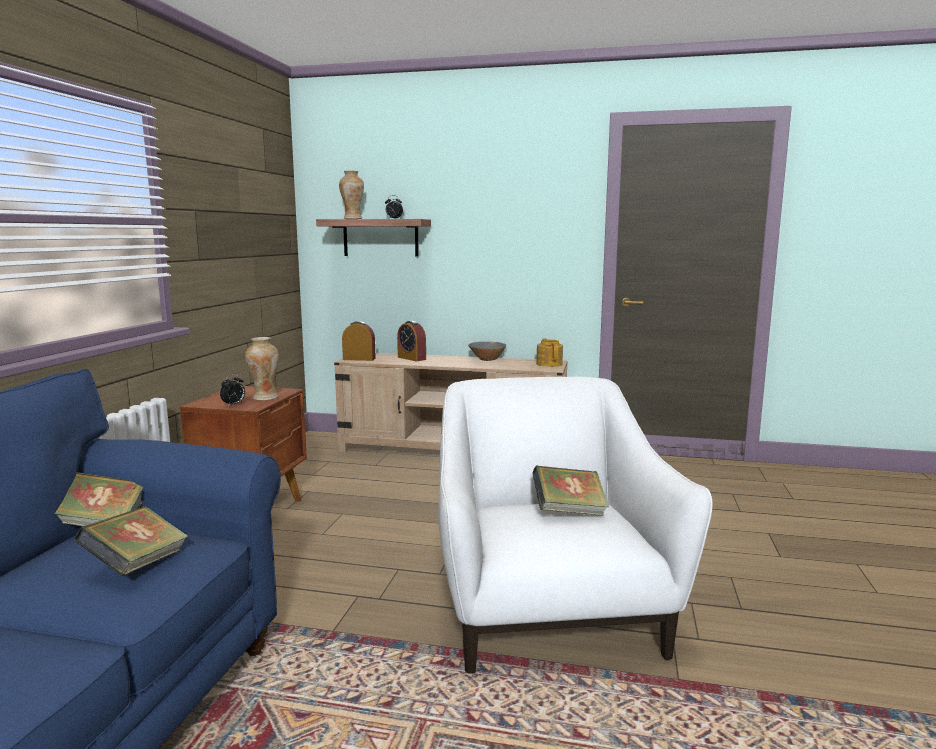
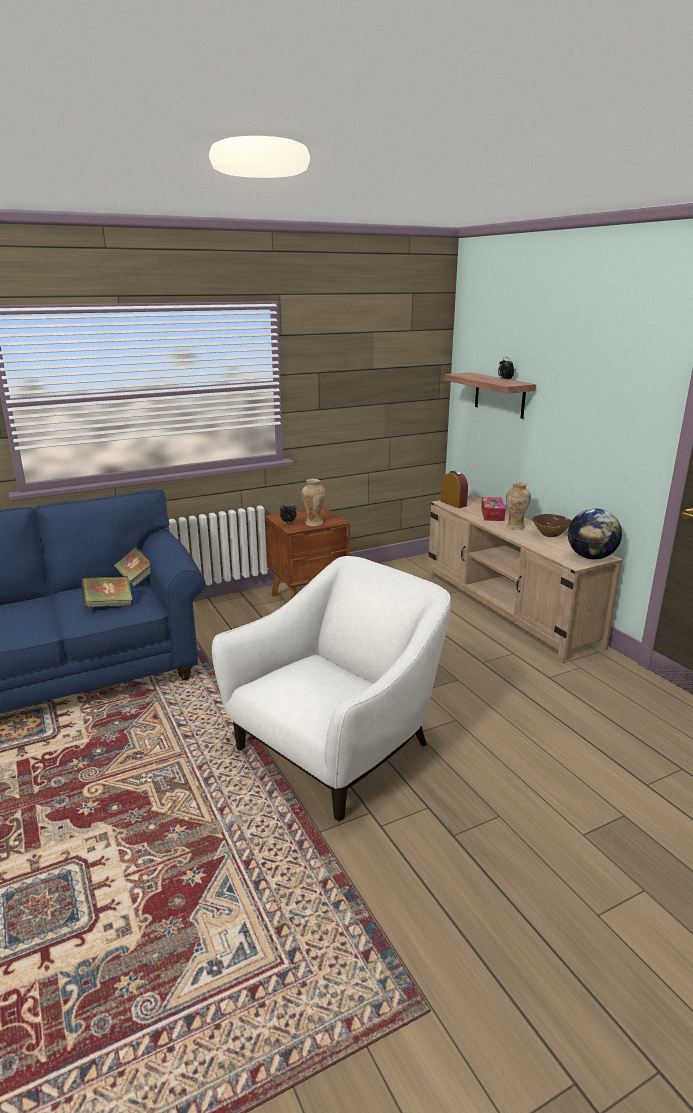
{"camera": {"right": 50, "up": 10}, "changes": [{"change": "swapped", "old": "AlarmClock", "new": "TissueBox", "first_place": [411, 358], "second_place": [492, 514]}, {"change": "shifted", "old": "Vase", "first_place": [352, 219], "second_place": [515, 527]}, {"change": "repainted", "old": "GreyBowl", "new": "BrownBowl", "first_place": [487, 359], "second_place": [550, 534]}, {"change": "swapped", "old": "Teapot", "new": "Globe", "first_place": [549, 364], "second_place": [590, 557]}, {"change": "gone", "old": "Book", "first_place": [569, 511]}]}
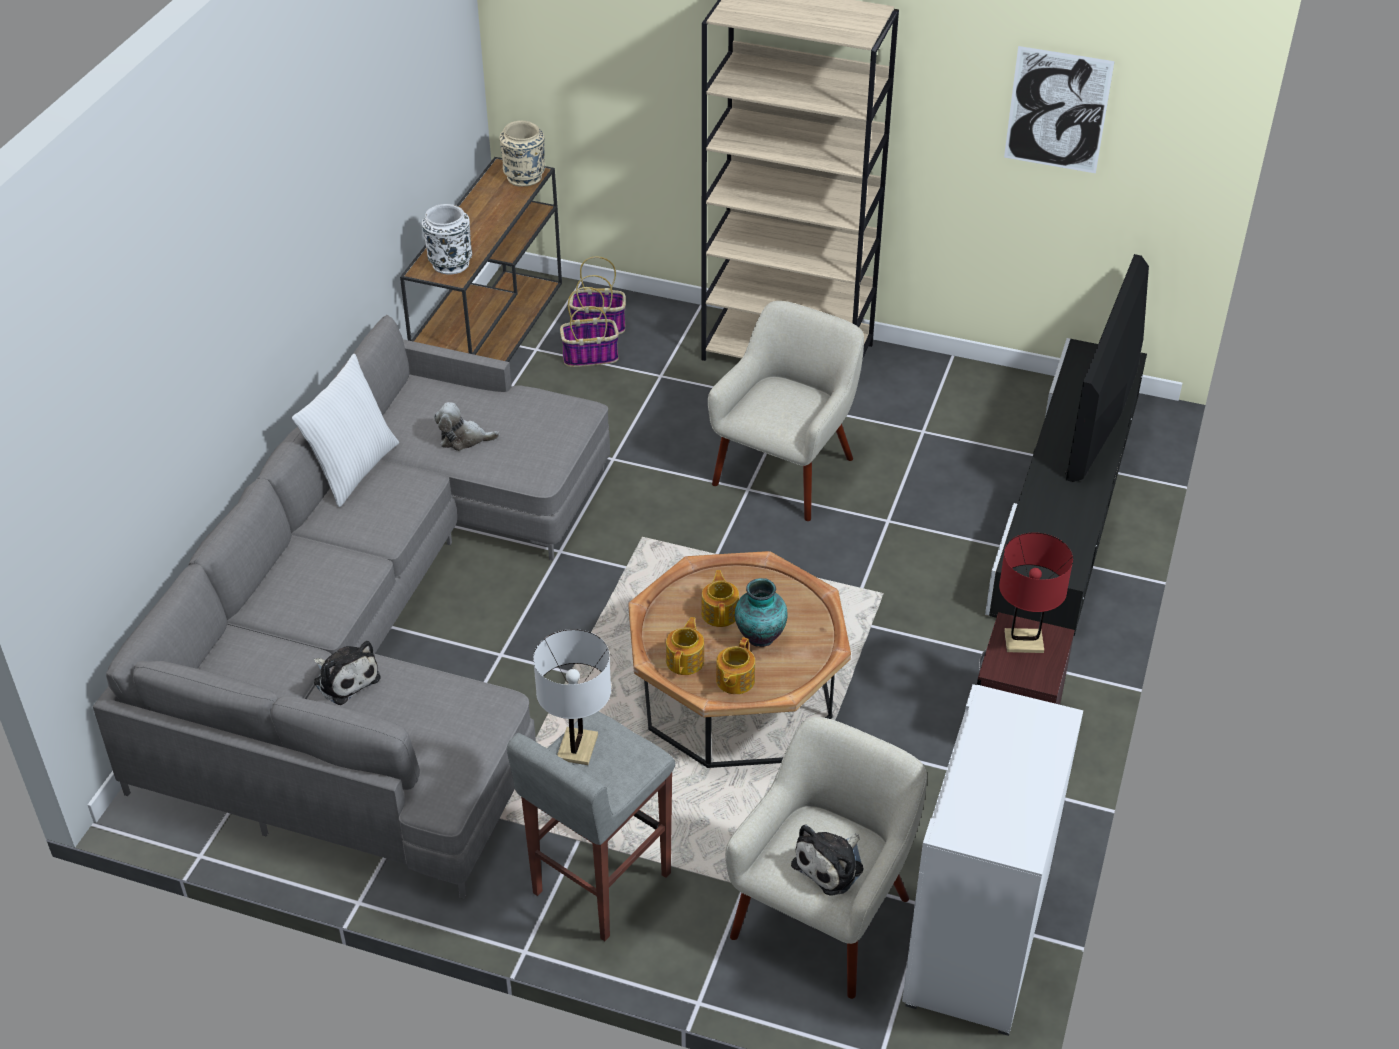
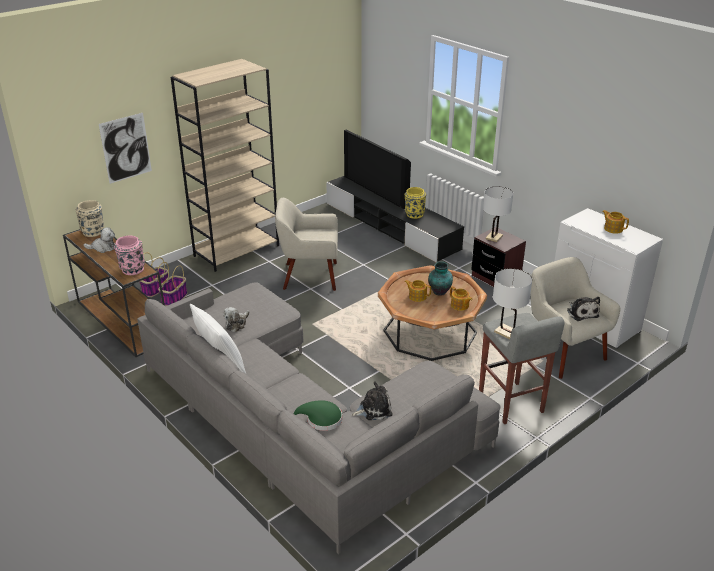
{"camera": {"right": -60, "up": -10}, "changes": [{"change": "new", "new": "PlushToy", "second_place": [103, 248]}, {"change": "shifted", "old": "Picture", "first_place": [1057, 110], "second_place": [126, 148]}, {"change": "repainted", "old": "WhiteVase", "new": "PinkVase", "first_place": [450, 263], "second_place": [132, 270]}, {"change": "rotated", "old": "BeigeArmchair", "first_place": [786, 470], "second_place": [309, 276], "degrees": -60}, {"change": "new", "new": "GreenHat", "second_place": [321, 420]}, {"change": "new", "new": "YellowVase", "second_place": [414, 214]}, {"change": "repainted", "old": "RedTableLamp", "new": "WhiteTableLamp", "first_place": [1024, 641], "second_place": [494, 237]}, {"change": "shifted", "old": "Teapot", "first_place": [686, 660], "second_place": [613, 229]}]}
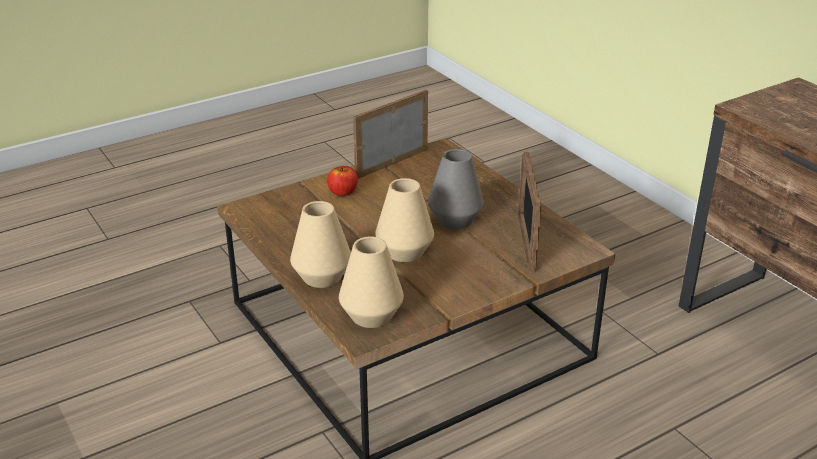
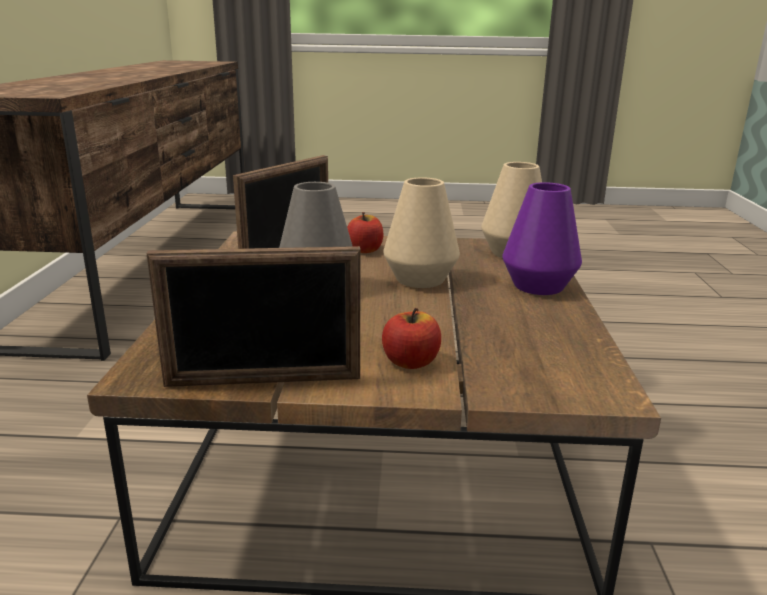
{"camera": {"right": -145, "up": -10}, "changes": [{"change": "new", "new": "Apple", "second_place": [365, 250]}, {"change": "repainted", "old": "BeigeVase", "new": "PurpleVase", "first_place": [321, 276], "second_place": [538, 286]}]}
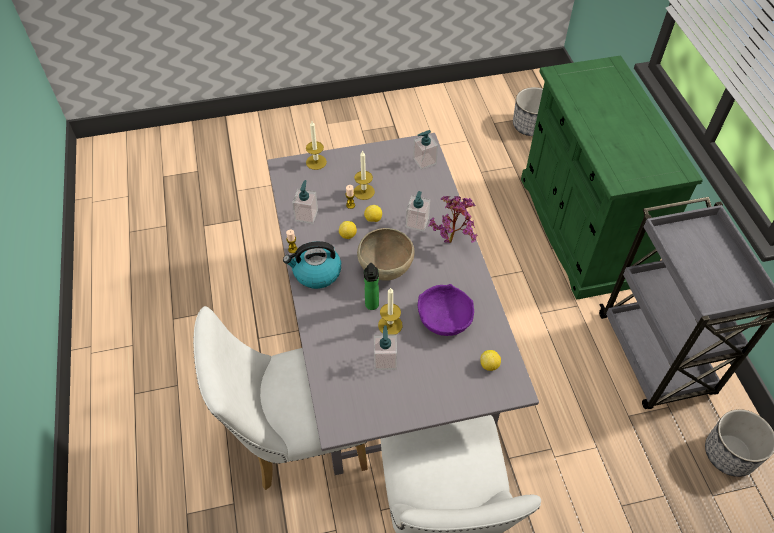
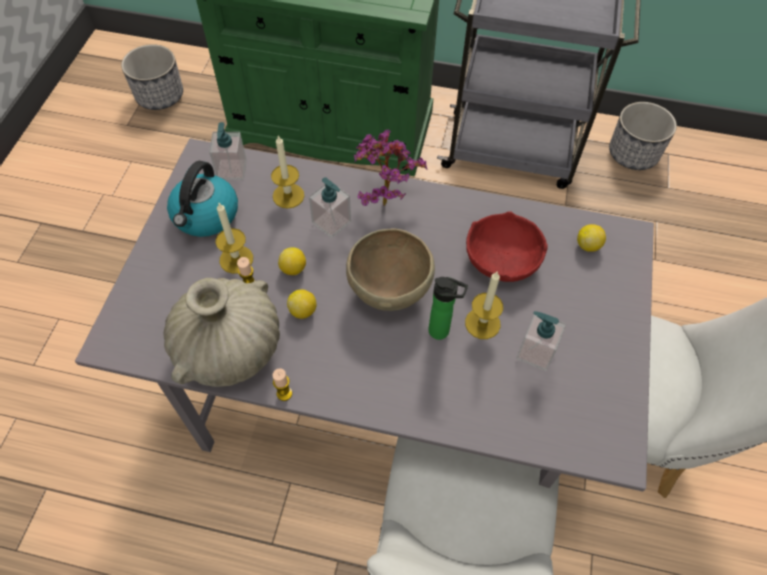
{"camera": {"right": -65, "up": 5}, "changes": [{"change": "swapped", "old": "SoapDispenser", "new": "BeigeVase", "first_place": [306, 215], "second_place": [230, 349]}, {"change": "shifted", "old": "Kettle", "first_place": [316, 273], "second_place": [206, 216]}, {"change": "shifted", "old": "Candle", "first_place": [316, 162], "second_place": [288, 195]}, {"change": "repainted", "old": "PurpleBowl", "new": "RedBowl", "first_place": [444, 320], "second_place": [502, 260]}]}
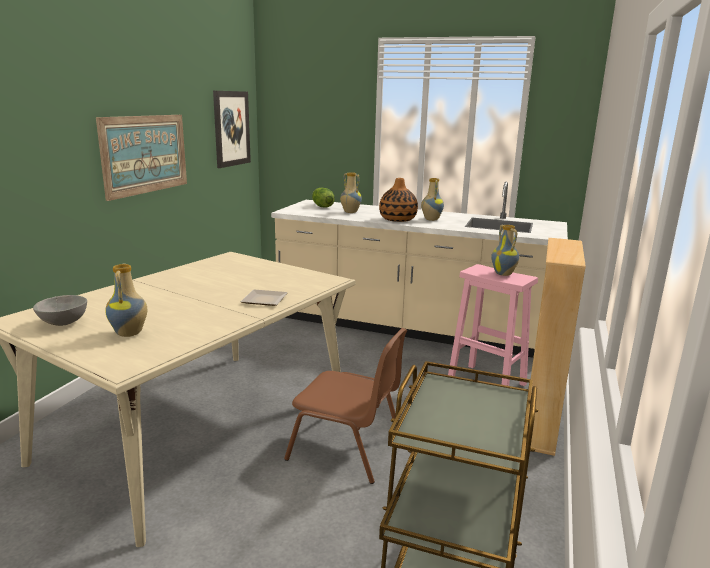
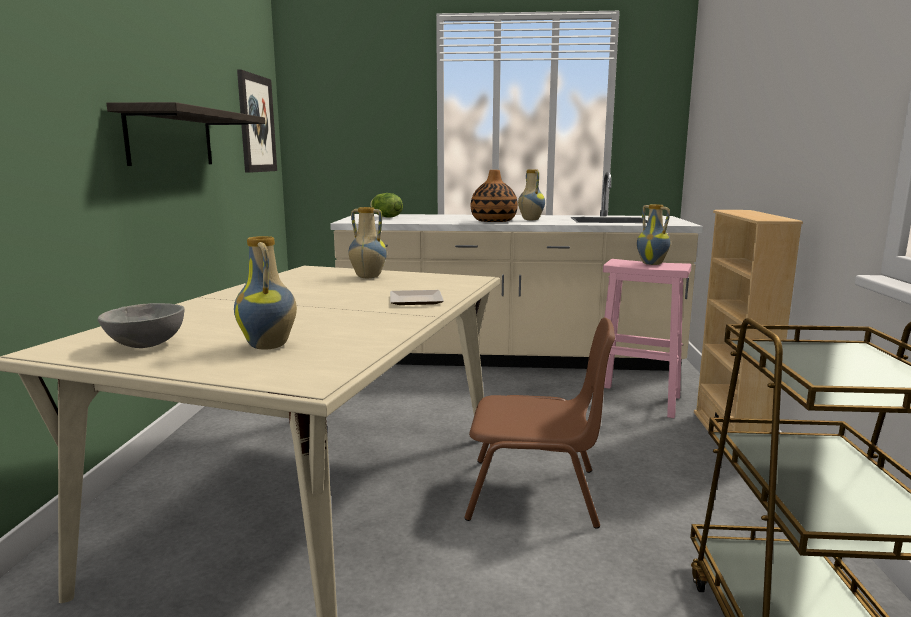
{"camera": {"right": -15, "up": -5}, "changes": [{"change": "swapped", "old": "Picture", "new": "Shelf", "first_place": [145, 154], "second_place": [171, 138]}, {"change": "shifted", "old": "Vase", "first_place": [350, 212], "second_place": [367, 277]}]}
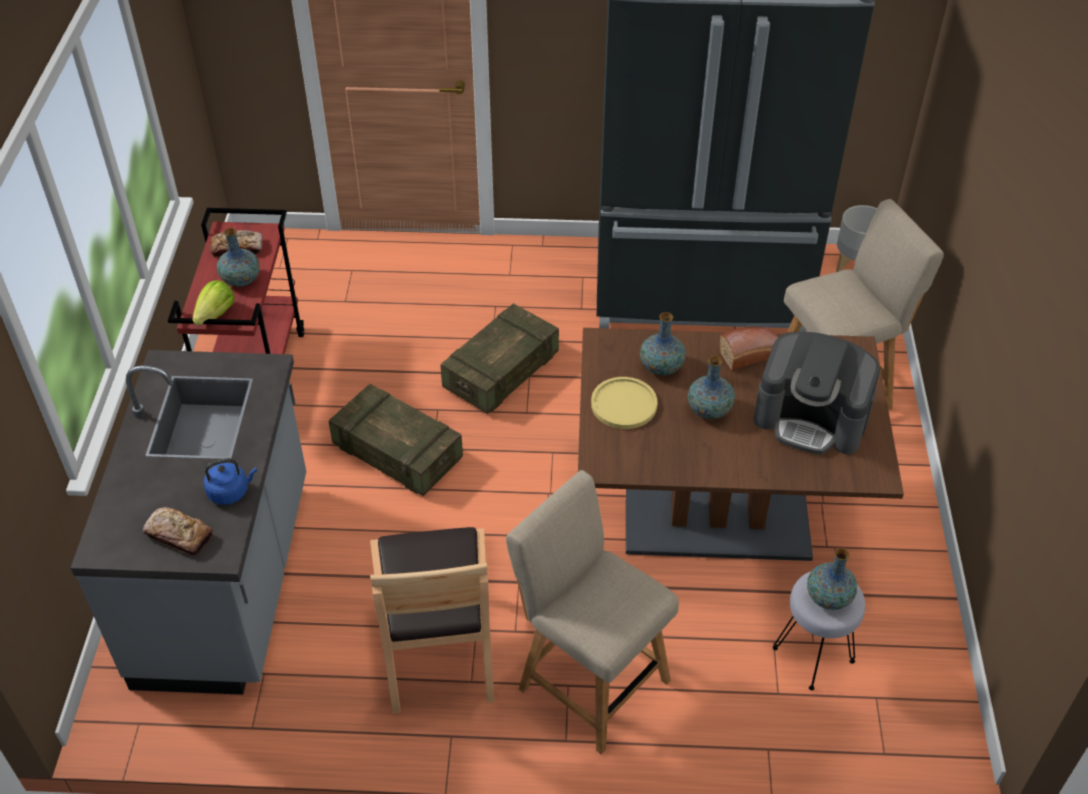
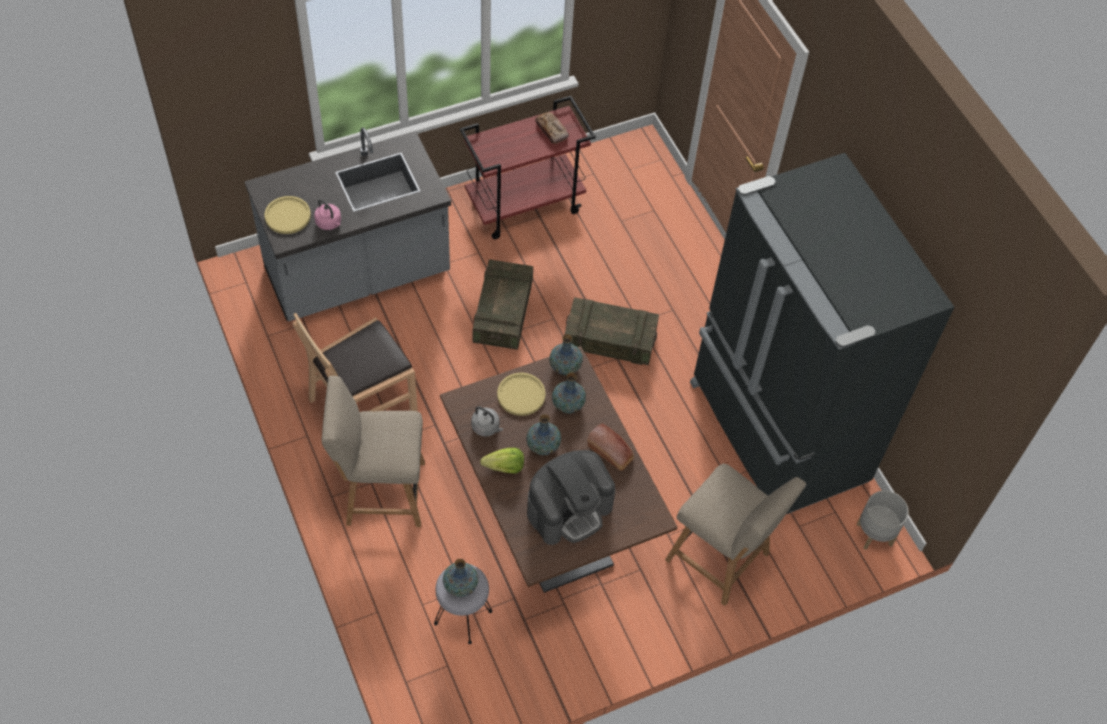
{"camera": {"right": 60, "up": 10}, "changes": [{"change": "swapped", "old": "Bread", "new": "YellowPlate", "first_place": [179, 535], "second_place": [287, 216]}, {"change": "repainted", "old": "BlueKettle", "new": "PinkKettle", "first_place": [230, 492], "second_place": [329, 223]}, {"change": "rotated", "old": "BeigeChair", "first_place": [588, 680], "second_place": [380, 492], "degrees": -105}, {"change": "new", "new": "GreyKettle", "second_place": [486, 427]}, {"change": "shifted", "old": "Lettuce", "first_place": [216, 314], "second_place": [505, 467]}, {"change": "rotated", "old": "CoffeeMachine", "first_place": [811, 418], "second_place": [569, 509], "degrees": -120}, {"change": "shifted", "old": "Vase", "first_place": [241, 280], "second_place": [565, 366]}]}
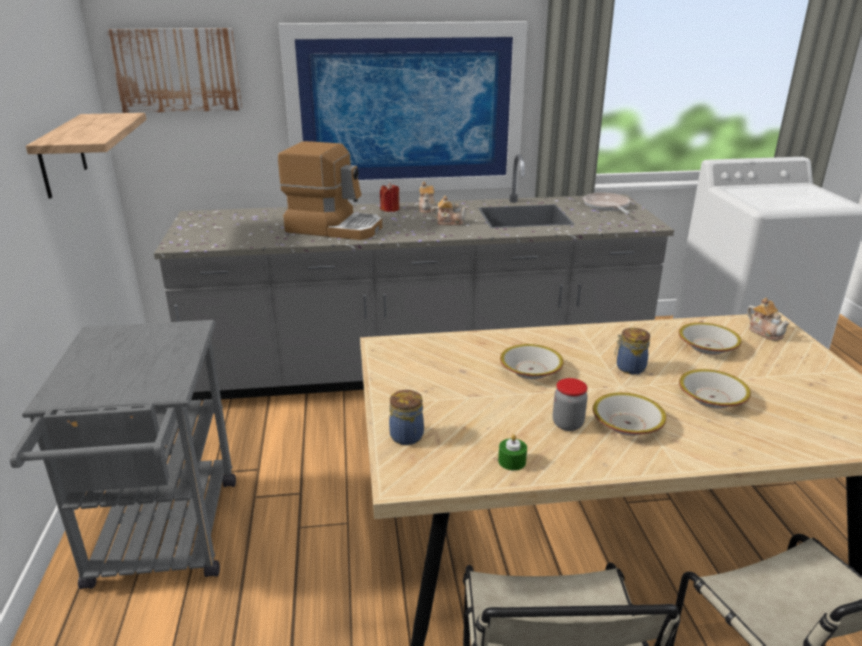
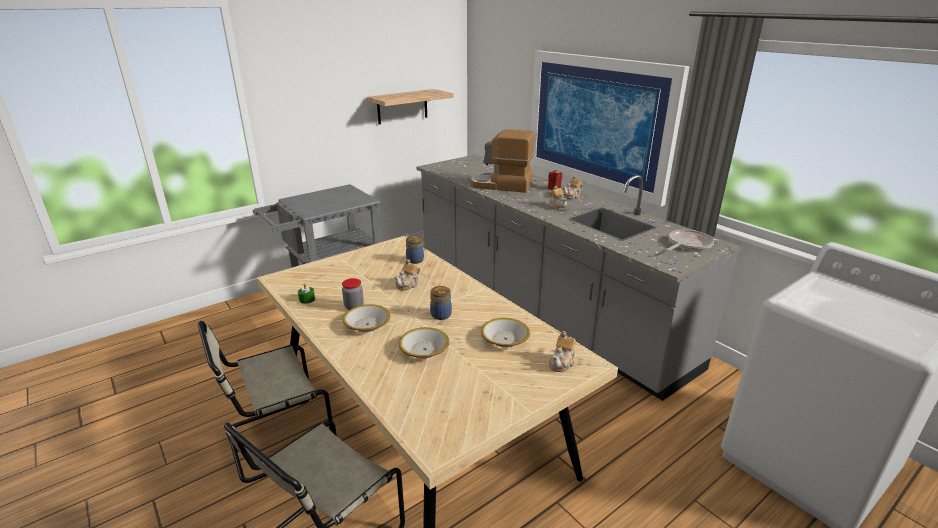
{"camera": {"right": 60, "up": 0}, "changes": [{"change": "swapped", "old": "Bowl", "new": "Teapot", "first_place": [531, 370], "second_place": [408, 285]}, {"change": "shifted", "old": "Jar", "first_place": [407, 435], "second_place": [416, 260]}, {"change": "rotated", "old": "CoffeeMachine", "first_place": [334, 227], "second_place": [501, 185], "degrees": 120}, {"change": "gone", "old": "Picture", "first_place": [177, 70]}]}
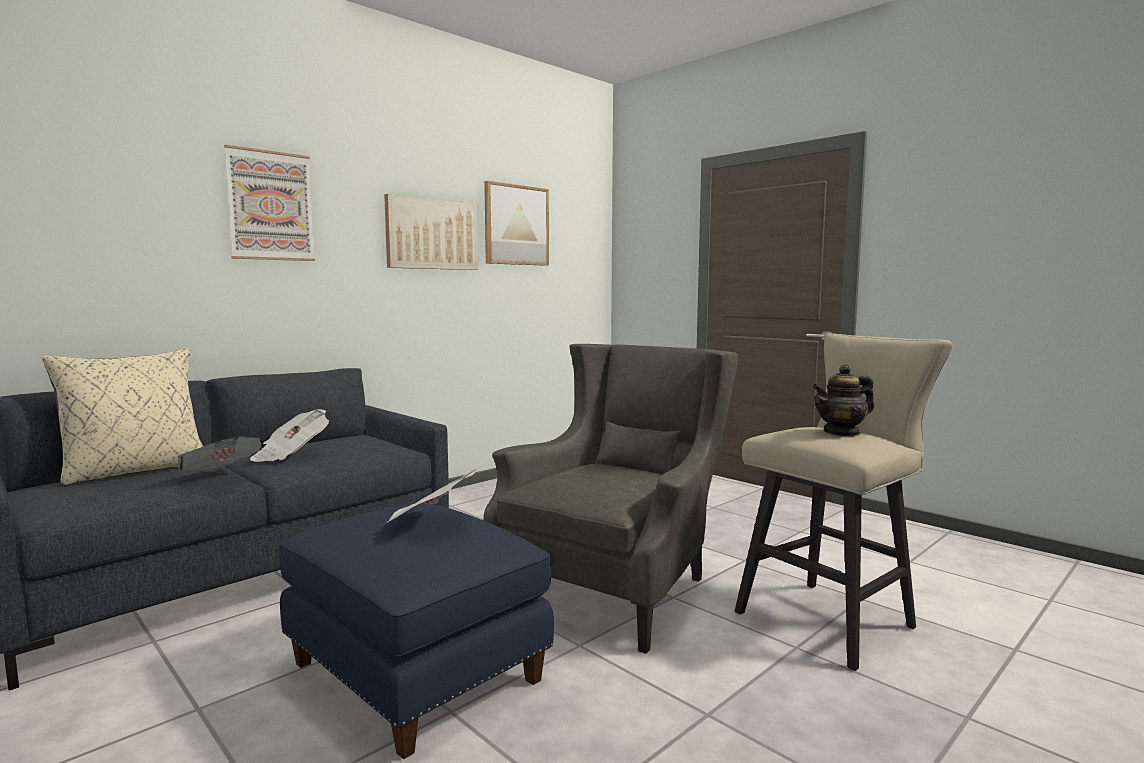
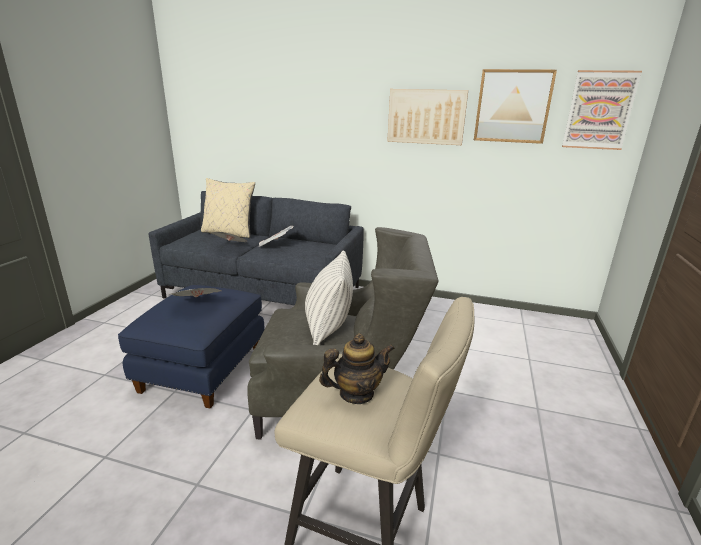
{"camera": {"right": 60, "up": 15}, "changes": [{"change": "new", "new": "Pillow", "second_place": [328, 327]}, {"change": "rotated", "old": "Teapot", "first_place": [842, 432], "second_place": [356, 393], "degrees": 120}, {"change": "shifted", "old": "Picture", "first_place": [270, 206], "second_place": [599, 110]}]}
